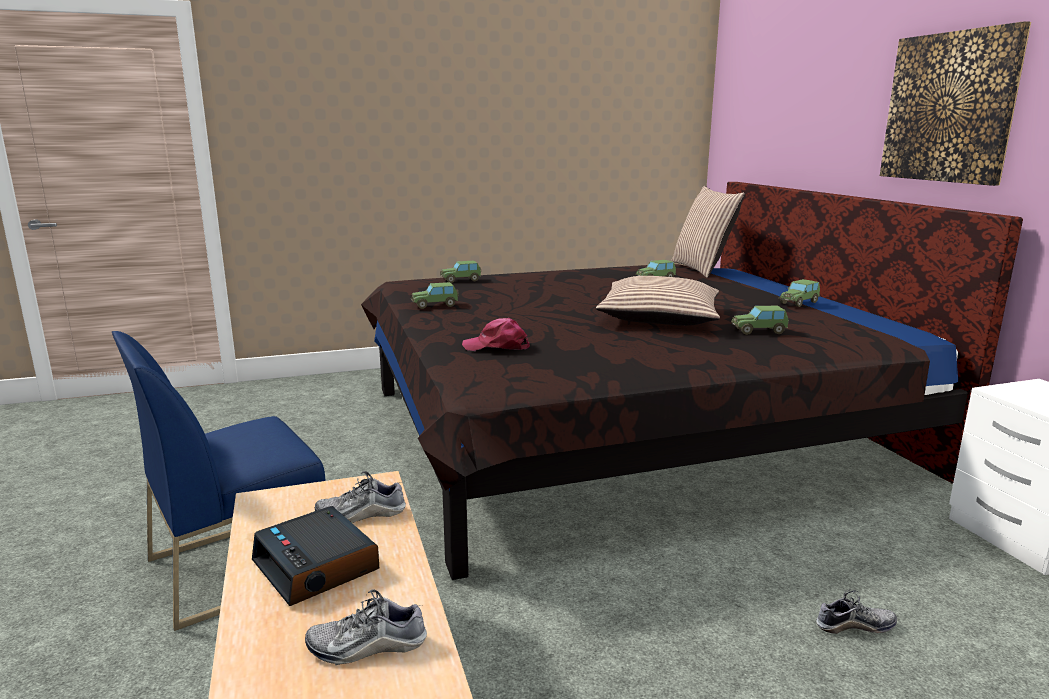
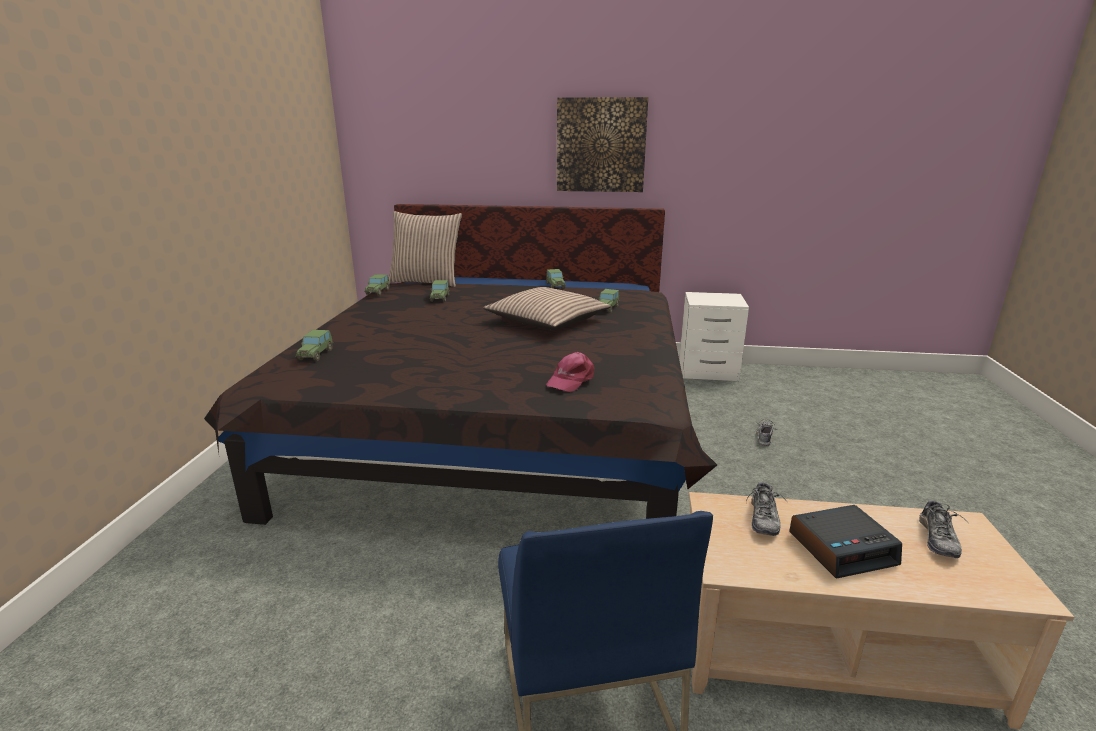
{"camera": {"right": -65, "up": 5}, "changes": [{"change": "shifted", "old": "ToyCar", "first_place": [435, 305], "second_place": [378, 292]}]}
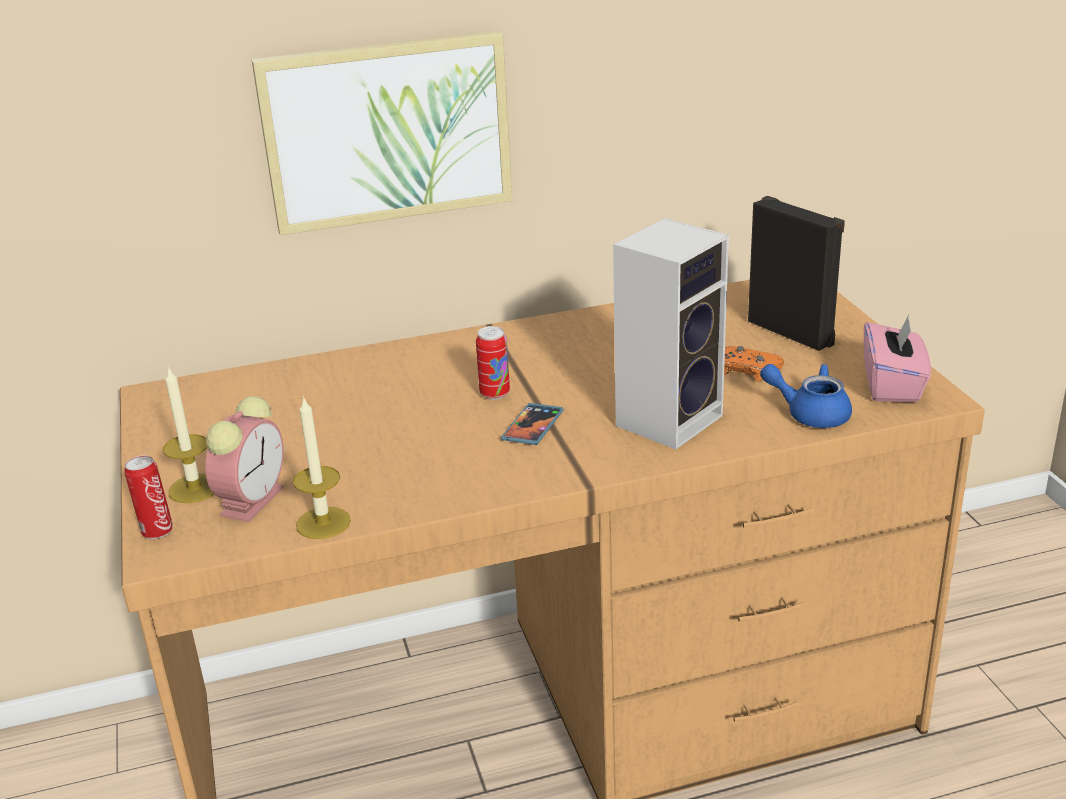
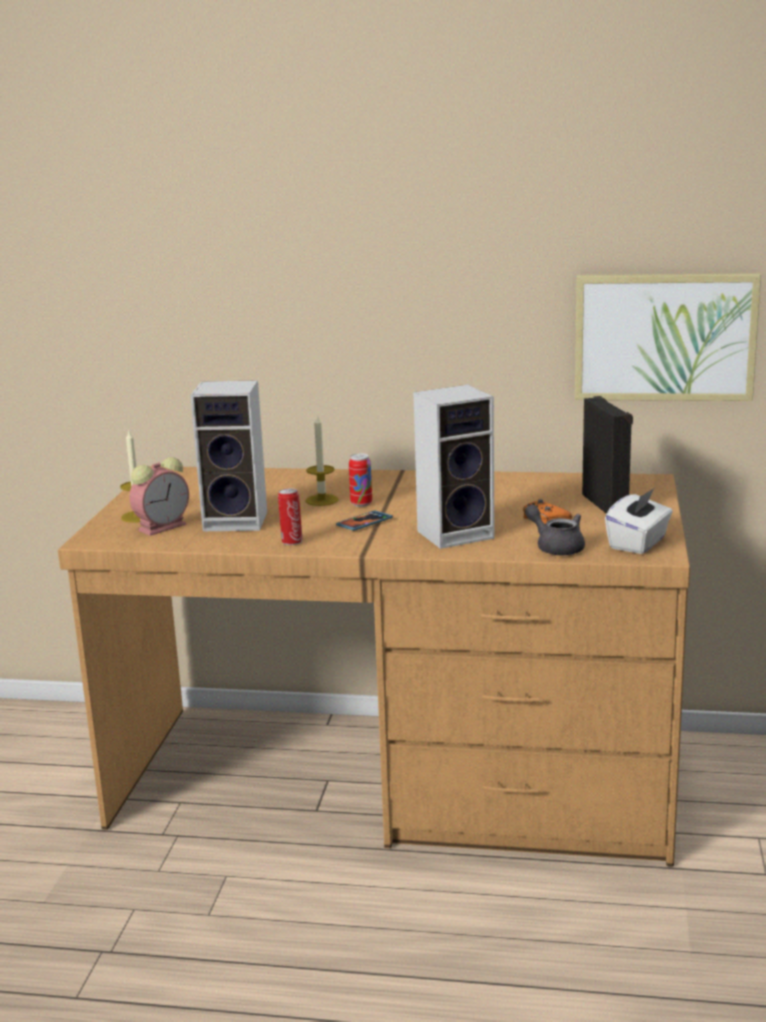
{"camera": {"right": 25, "up": -10}, "changes": [{"change": "new", "new": "Speaker", "second_place": [238, 521]}, {"change": "shifted", "old": "Can", "first_place": [156, 531], "second_place": [291, 542]}, {"change": "shifted", "old": "Candle", "first_place": [323, 523], "second_place": [322, 500]}, {"change": "repainted", "old": "BlueTeapot", "new": "GreyTeapot", "first_place": [809, 413], "second_place": [556, 547]}, {"change": "shifted", "old": "Picture", "first_place": [387, 131], "second_place": [664, 337]}, {"change": "repainted", "old": "PinkTissueBox", "new": "WhiteTissueBox", "first_place": [892, 385], "second_place": [638, 543]}]}
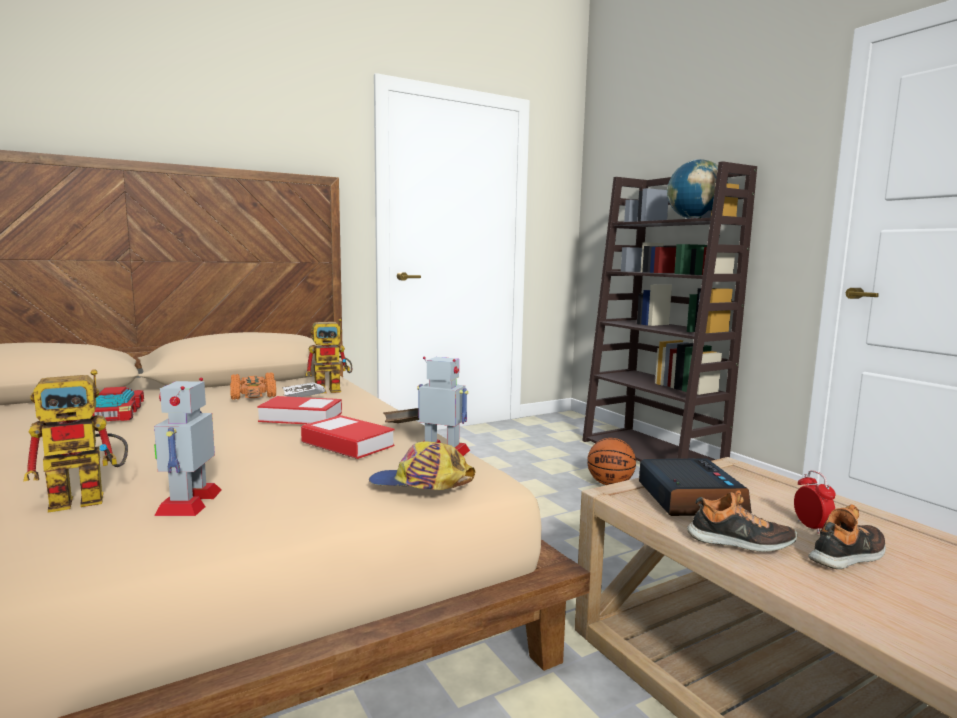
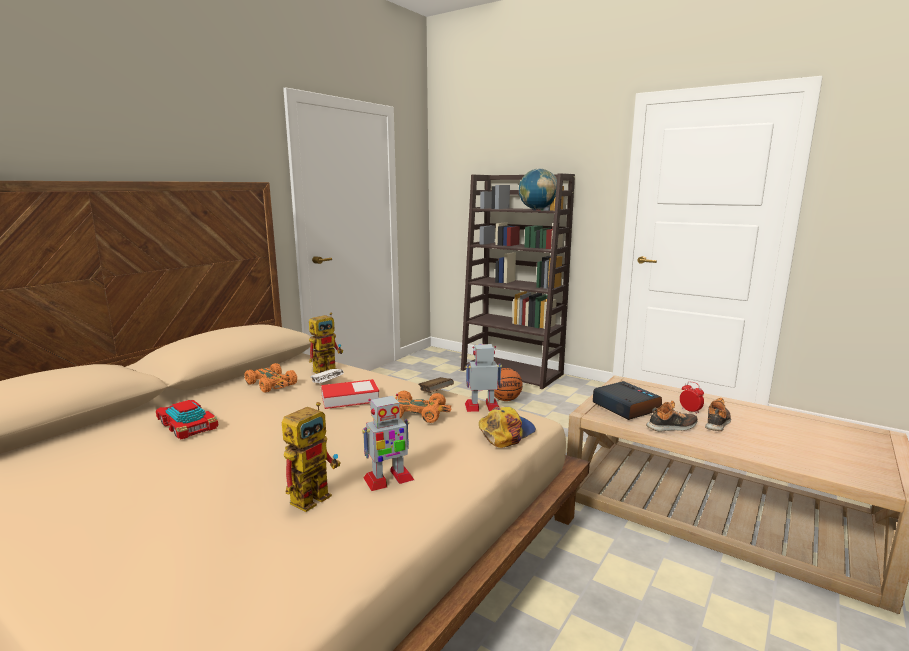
{"camera": {"right": -25, "up": 5}, "changes": [{"change": "rotated", "old": "ToyRobot", "first_place": [189, 502], "second_place": [388, 479], "degrees": -90}, {"change": "swapped", "old": "Book", "new": "OrangeToyCar", "first_place": [347, 444], "second_place": [418, 414]}, {"change": "rotated", "old": "Cap", "first_place": [420, 484], "second_place": [506, 432], "degrees": 150}]}
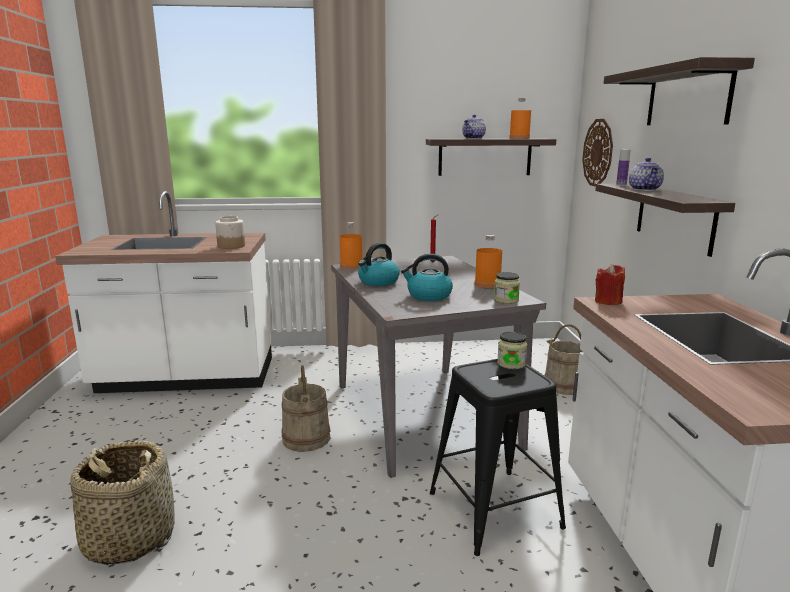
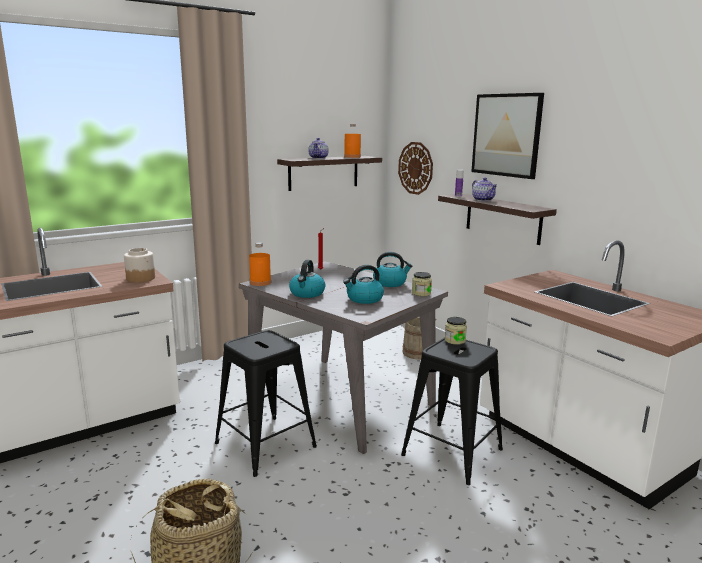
{"camera": {"right": -30, "up": 0}, "changes": [{"change": "swapped", "old": "BeigeBucket", "new": "BlackStool", "first_place": [306, 438], "second_place": [266, 445]}, {"change": "swapped", "old": "OrangeBottle", "new": "Kettle", "first_place": [487, 284], "second_place": [390, 283]}, {"change": "swapped", "old": "Shelf", "new": "Picture", "first_place": [687, 97], "second_place": [506, 135]}, {"change": "gone", "old": "RedCandle", "first_place": [608, 301]}]}
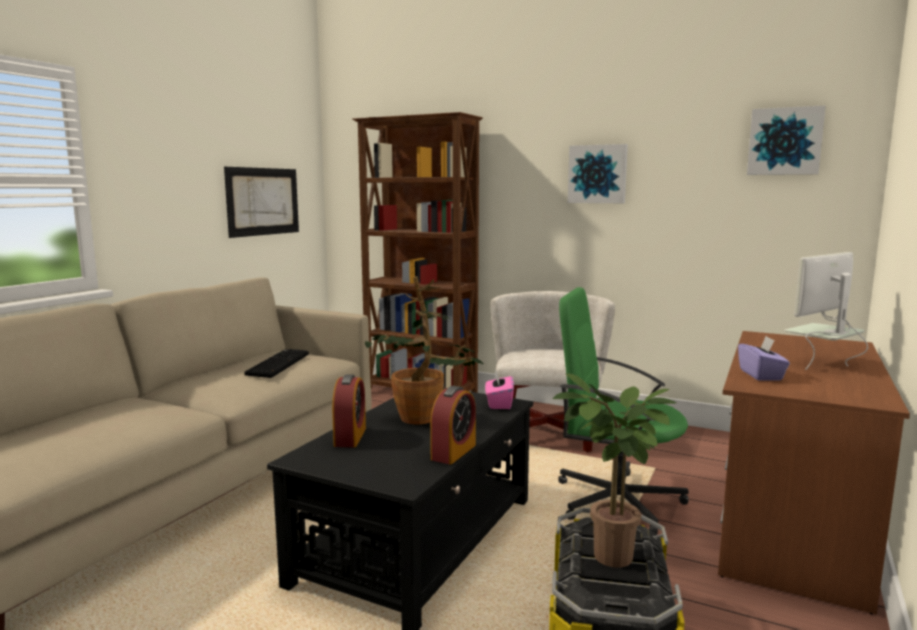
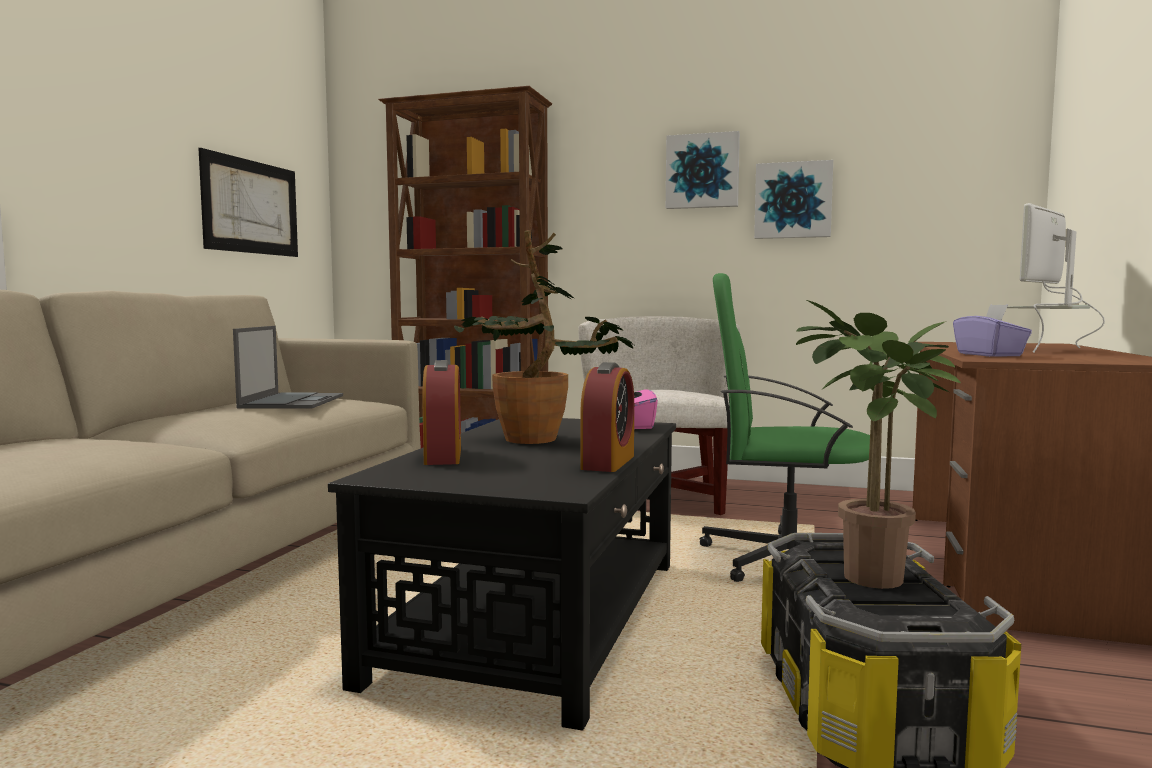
{"camera": {"right": -10, "up": -5}, "changes": [{"change": "swapped", "old": "Keyboard", "new": "Laptop", "first_place": [277, 364], "second_place": [292, 401]}, {"change": "shifted", "old": "Picture", "first_place": [785, 141], "second_place": [793, 200]}]}
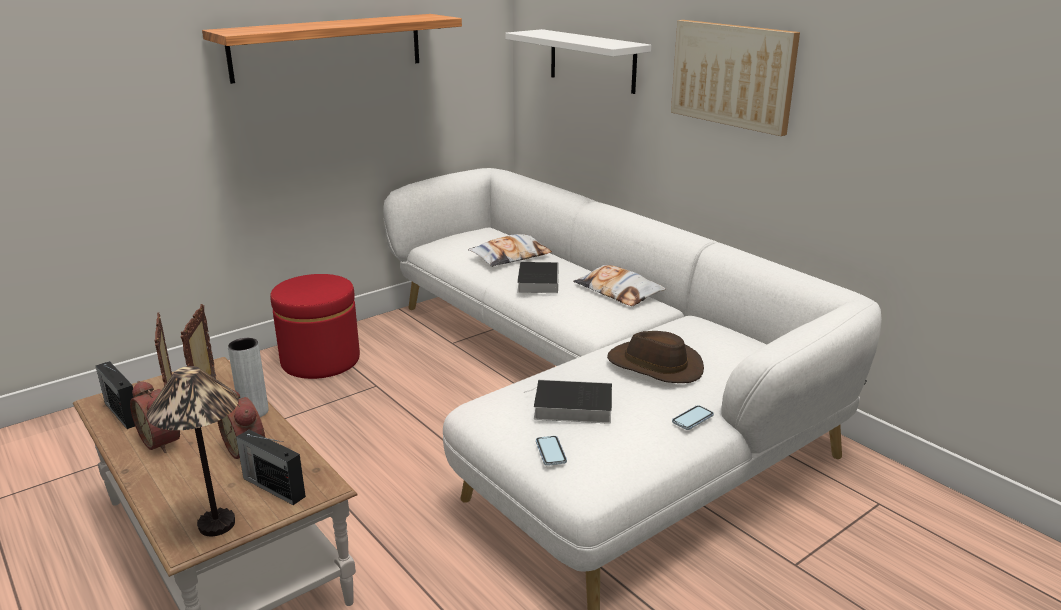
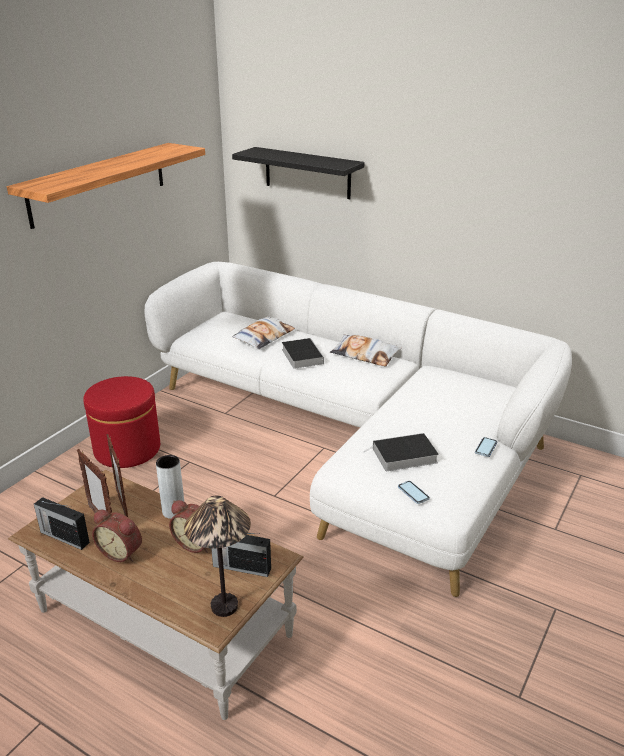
{"camera": {"right": -20, "up": 5}, "changes": [{"change": "repainted", "old": "WhiteShelf", "new": "BlackShelf", "first_place": [592, 60], "second_place": [307, 173]}, {"change": "gone", "old": "BrownHat", "first_place": [654, 366]}, {"change": "gone", "old": "Picture", "first_place": [733, 75]}]}
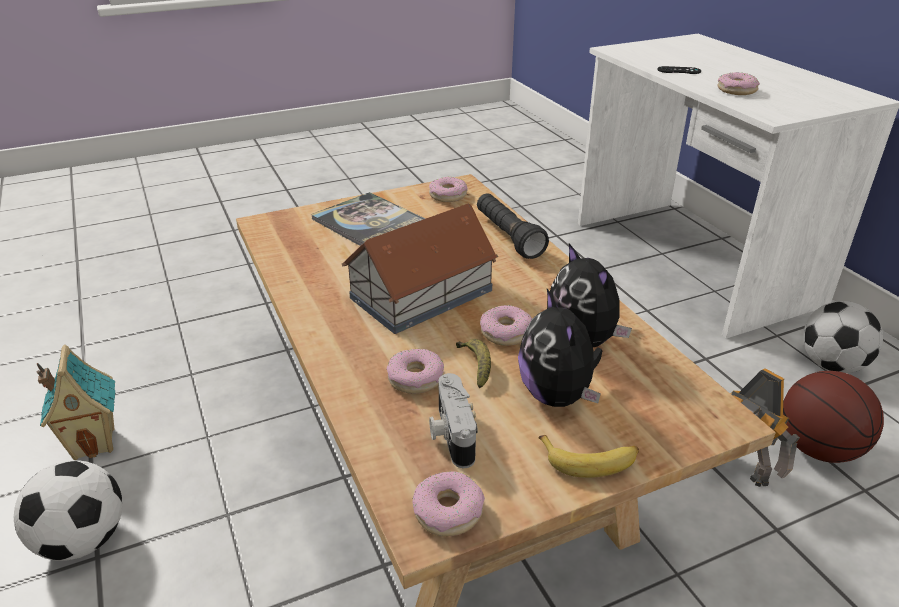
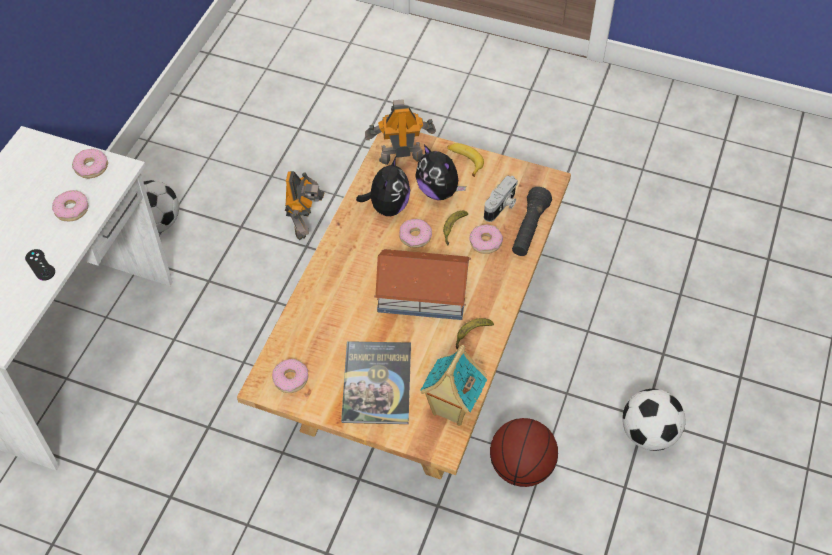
{"camera": {"right": -135, "up": 20}, "changes": [{"change": "shifted", "old": "Donut", "first_place": [448, 511], "second_place": [91, 167]}, {"change": "new", "new": "ToyRobot", "second_place": [400, 157]}, {"change": "rotated", "old": "PlushToy", "first_place": [557, 395], "second_place": [439, 191], "degrees": 105}, {"change": "shifted", "old": "ToyHouse", "first_place": [95, 442], "second_place": [451, 409]}, {"change": "new", "new": "Banana", "second_place": [471, 334]}, {"change": "shifted", "old": "Basketball", "first_place": [818, 449], "second_place": [521, 467]}, {"change": "shifted", "old": "BlackFlashlight", "first_place": [508, 237], "second_place": [529, 230]}]}
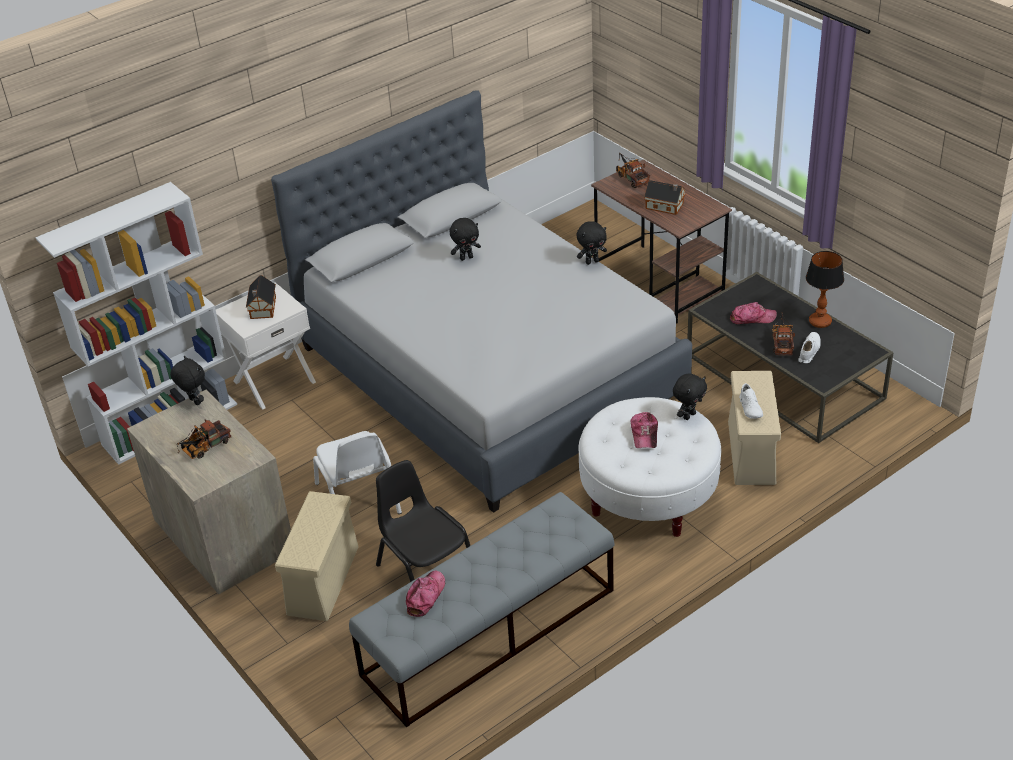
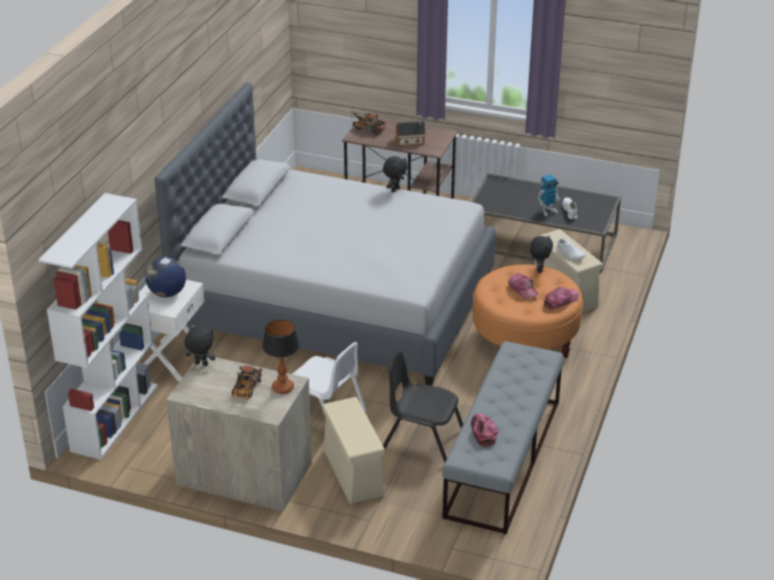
{"camera": {"right": -35, "up": -5}, "changes": [{"change": "swapped", "old": "ToyHouse", "new": "Globe", "first_place": [262, 309], "second_place": [167, 293]}, {"change": "shifted", "old": "TableLamp", "first_place": [820, 321], "second_place": [283, 387]}, {"change": "repainted", "old": "WhiteOttoman", "new": "OrangeOttoman", "first_place": [648, 495], "second_place": [524, 340]}, {"change": "swapped", "old": "ToyTruck", "new": "ToyRobot", "first_place": [782, 342], "second_place": [547, 211]}, {"change": "shifted", "old": "Cap", "first_place": [752, 318], "second_place": [560, 301]}, {"change": "gone", "old": "BlackPlushToy", "first_place": [466, 257]}]}
